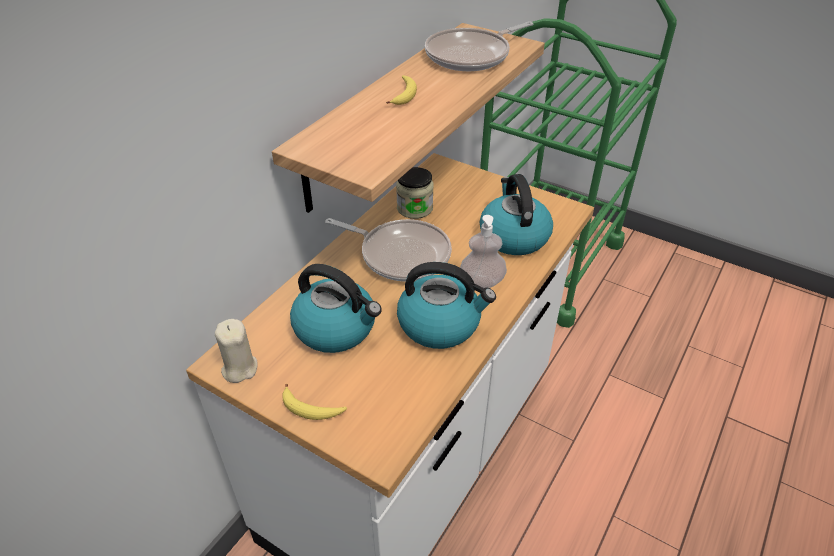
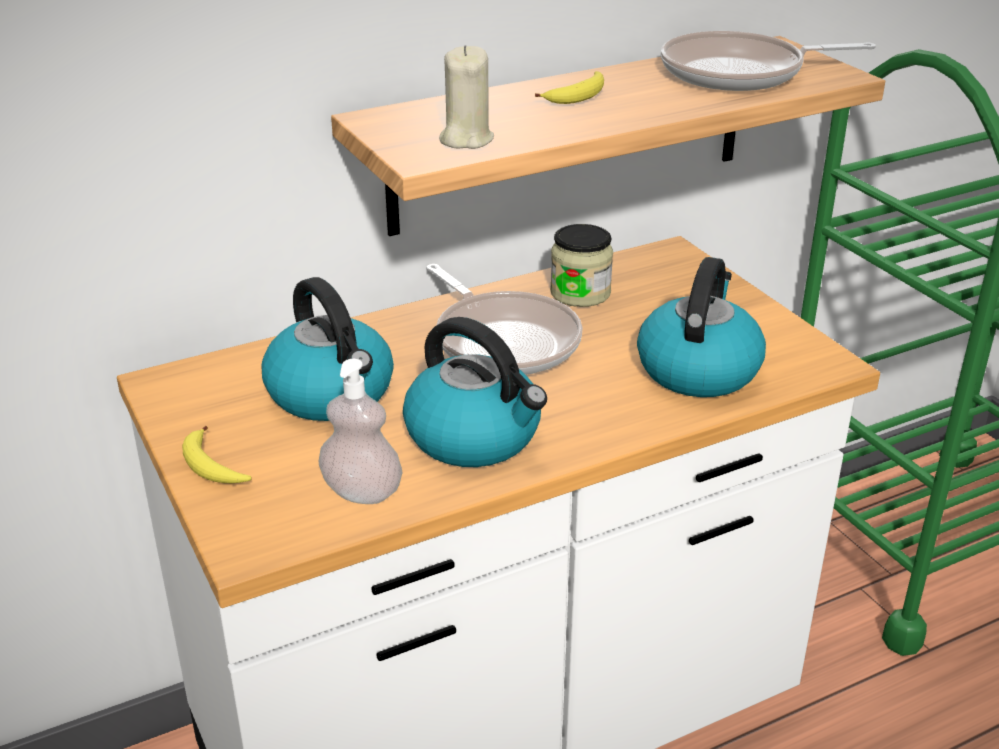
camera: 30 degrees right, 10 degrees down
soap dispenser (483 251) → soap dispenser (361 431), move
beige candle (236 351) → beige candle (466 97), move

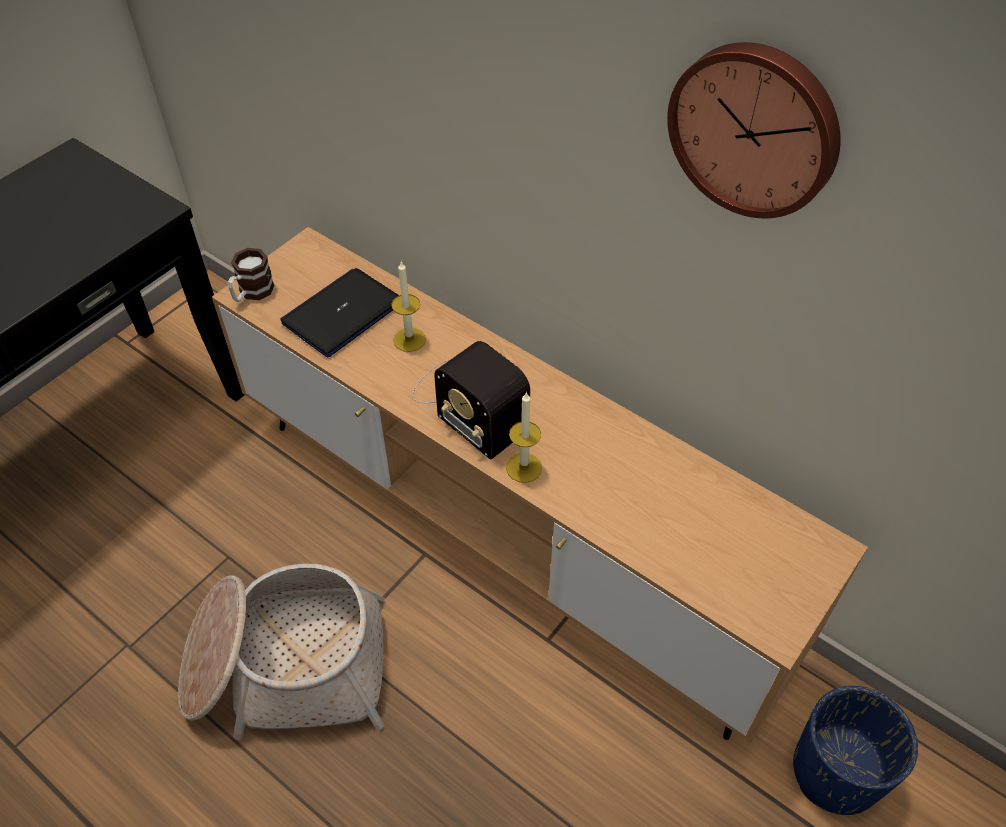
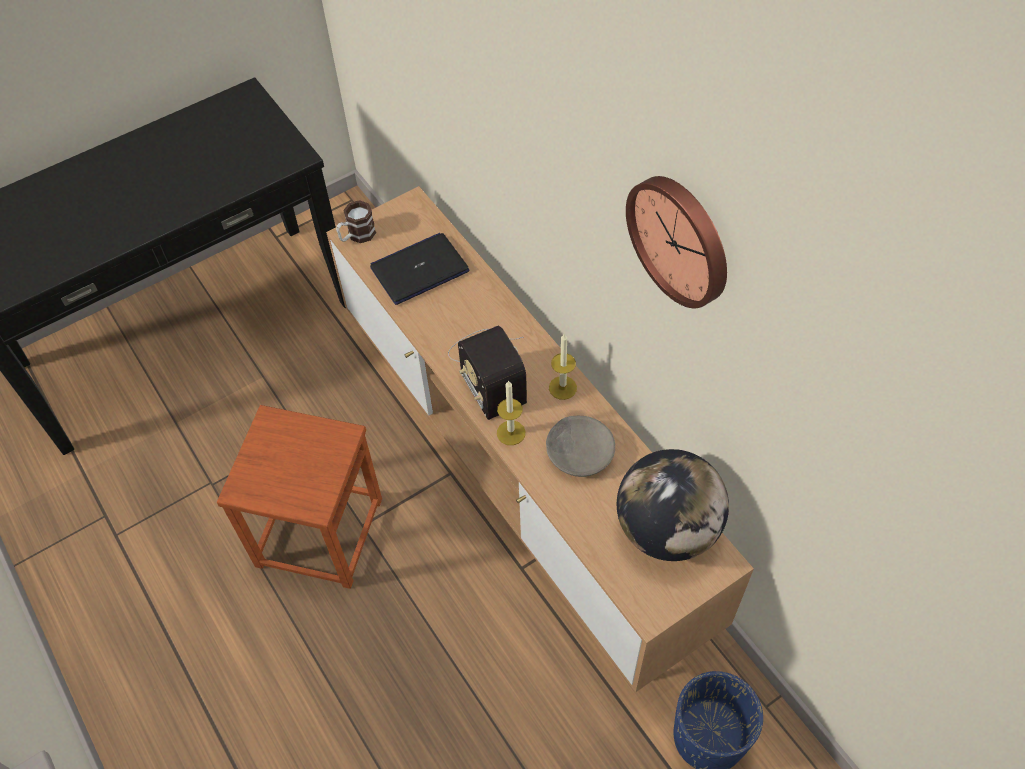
camera: 20 degrees right, 5 degrees up
candle (408 307) → candle (563 366), move
basket (281 652) → brown stool (299 497)
- → grey bowl (580 446)
- → globe (673 505)

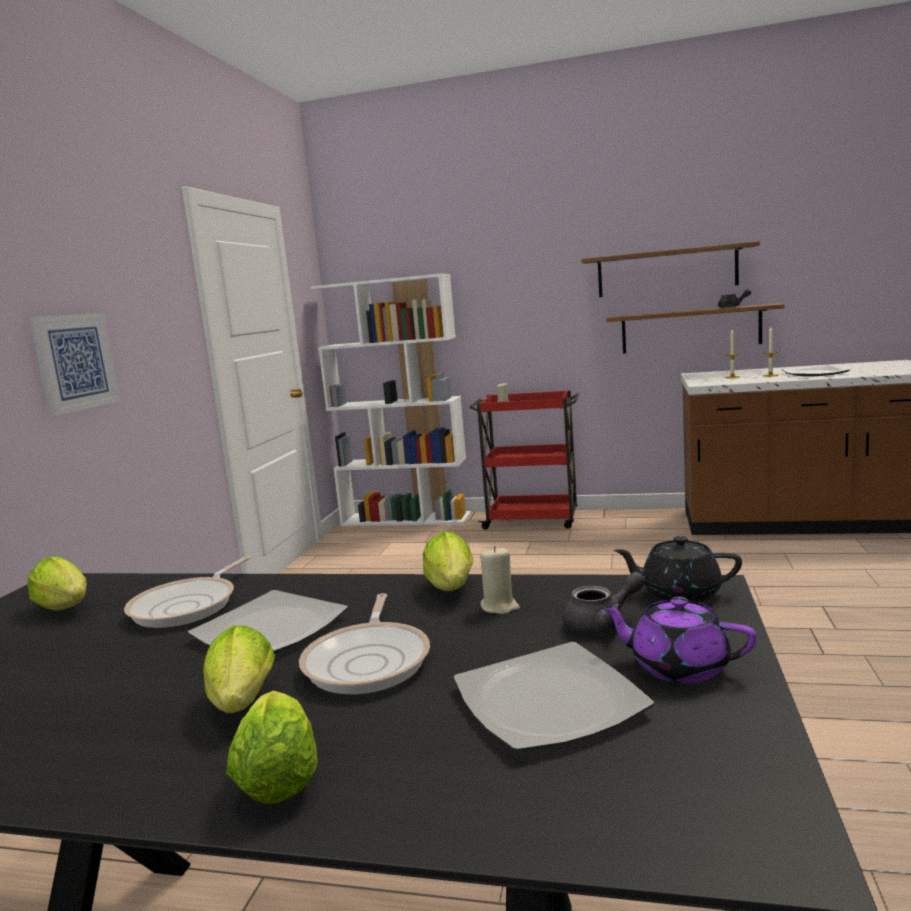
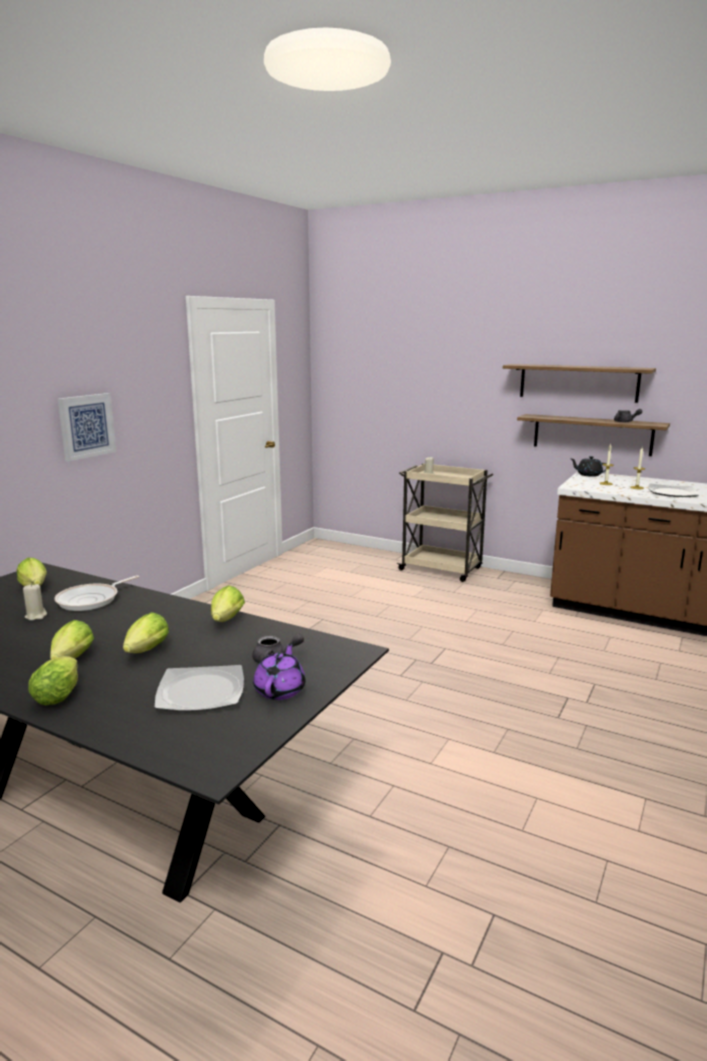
camera: 15 degrees right, 5 degrees up
white bookcase (391 400) → -
red cart (524 460) → beige cart (444 522)
black teapot (678 569) → black teapot (588 466), move
beige candle (500 580) → beige candle (35 601), move
plate (268 622) → -
frying pan (364 643) → lettuce (146 632)
purple teapot (678 640) → purple teapot (279 671), 60 degrees clockwise

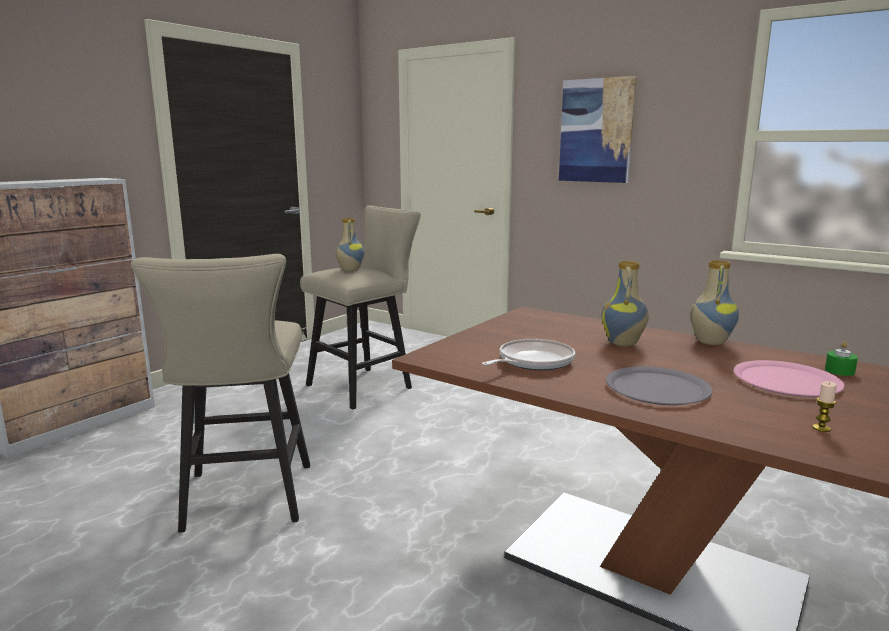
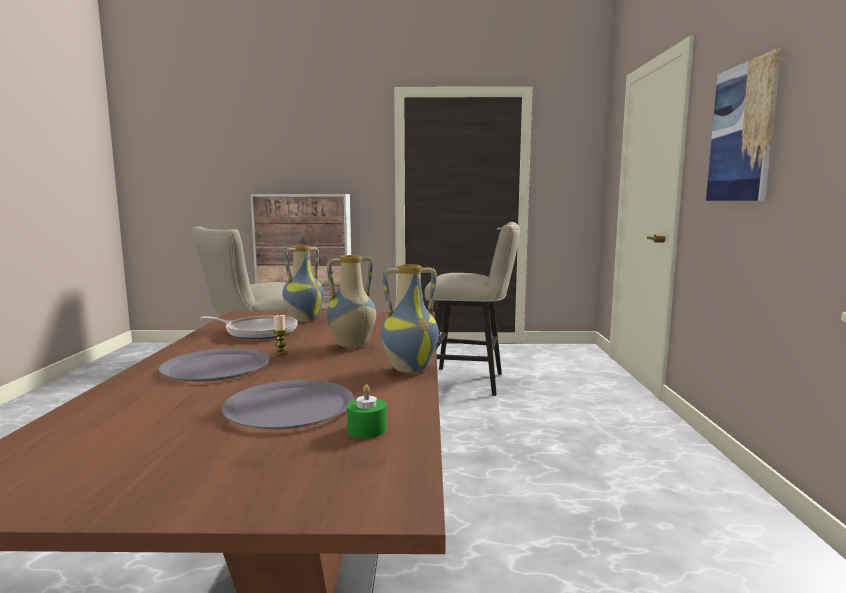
camera: 55 degrees right, 5 degrees down
vase (350 244) → vase (303 283), move
pink plate (789 378) → grey plate (287 404)
candle (824 406) → candle (280 335), move

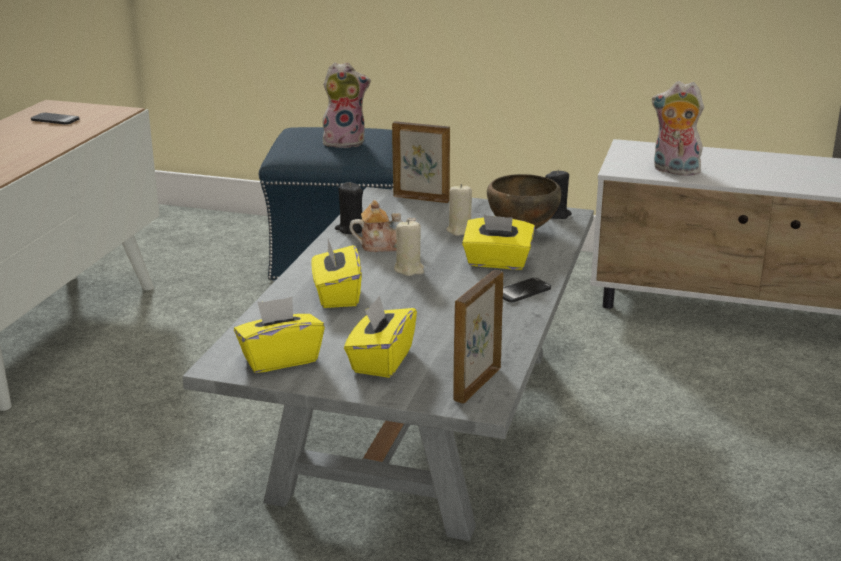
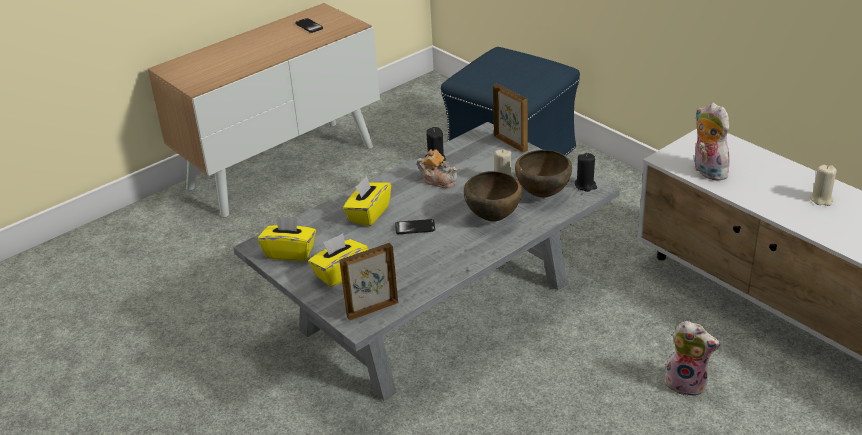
camera: 35 degrees right, 10 degrees up
plush toy (346 105) → plush toy (692 359), move
yellow tissue box (498 242) → brown bowl (493 196)
beige candle (409 248) → beige candle (823 185), move
phone (527 290) → phone (415 226), move

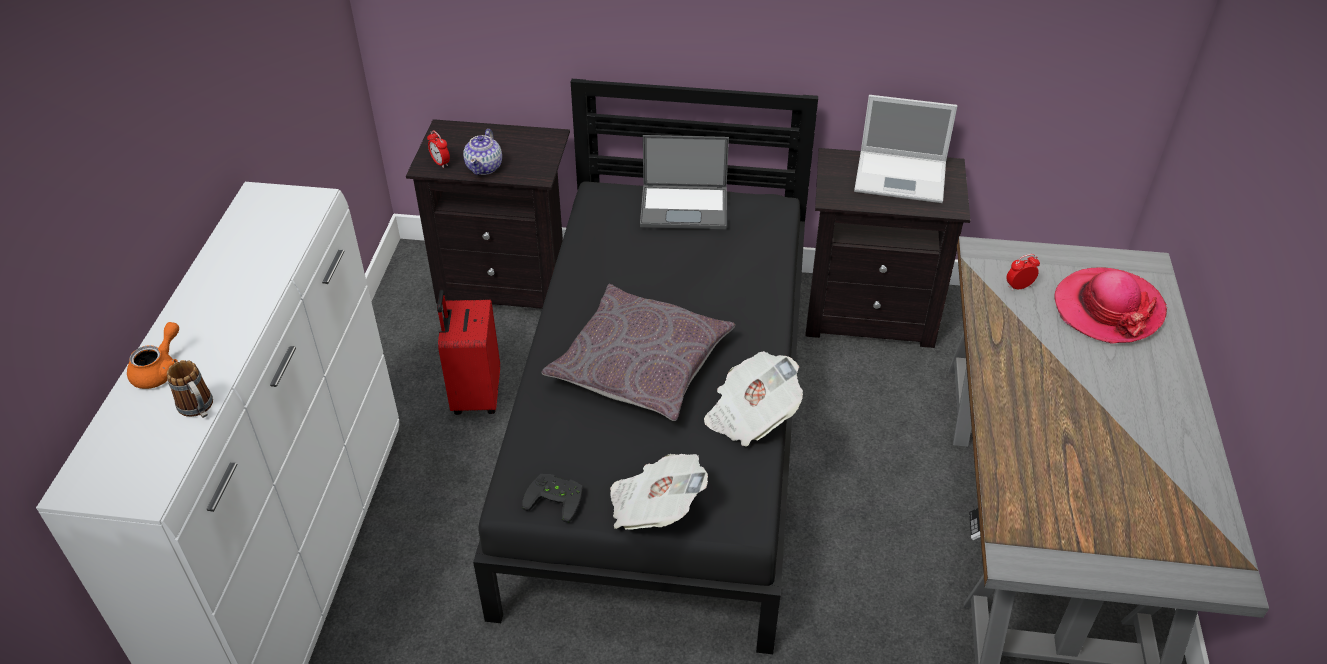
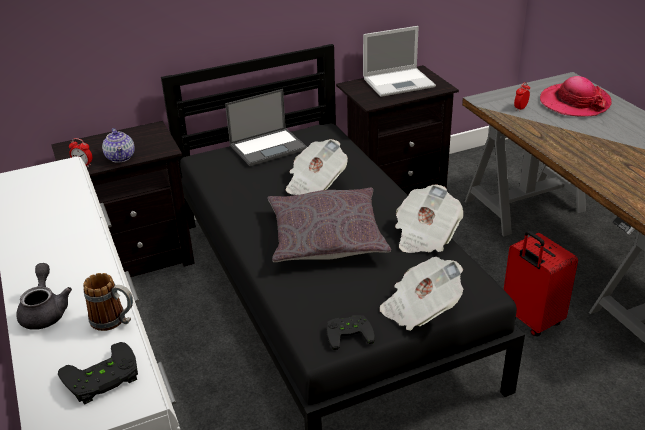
camera: 30 degrees left, 10 degrees down
red suitcase (468 352) → red suitcase (541 283), move
orange teapot (153 355) → grey teapot (44 296)
- → newspaper (317 167)
- → black game controller (98 373)

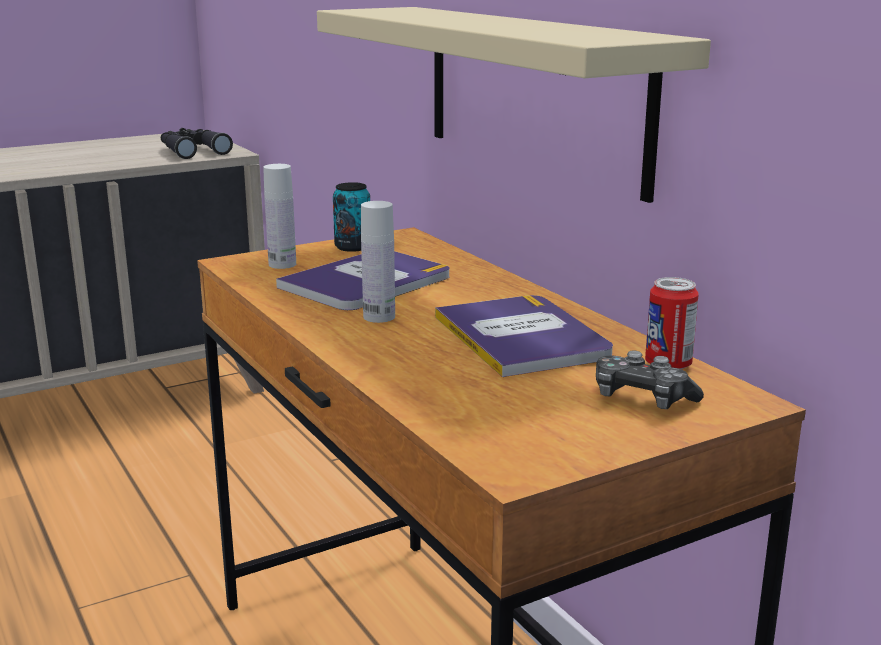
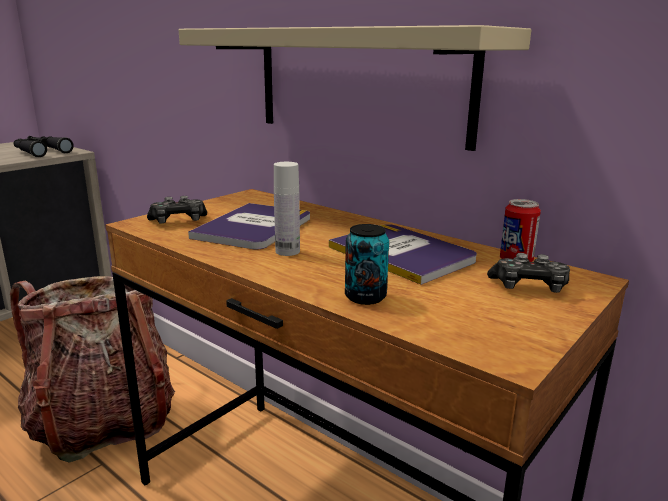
camera: 20 degrees left, 0 degrees up
white bottle (279 216) → game controller (177 209)
can (351 217) → can (367 264), move
- → backpack (92 369)

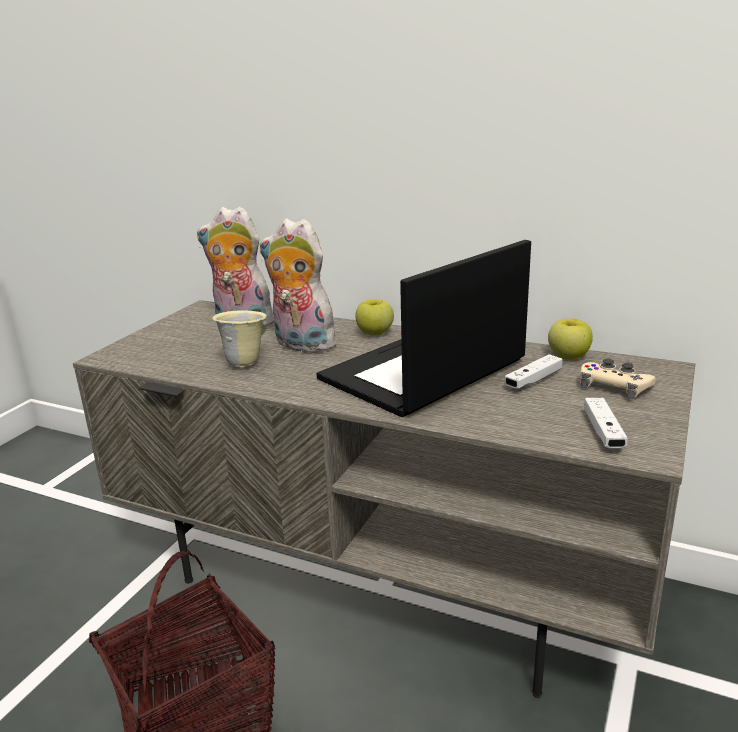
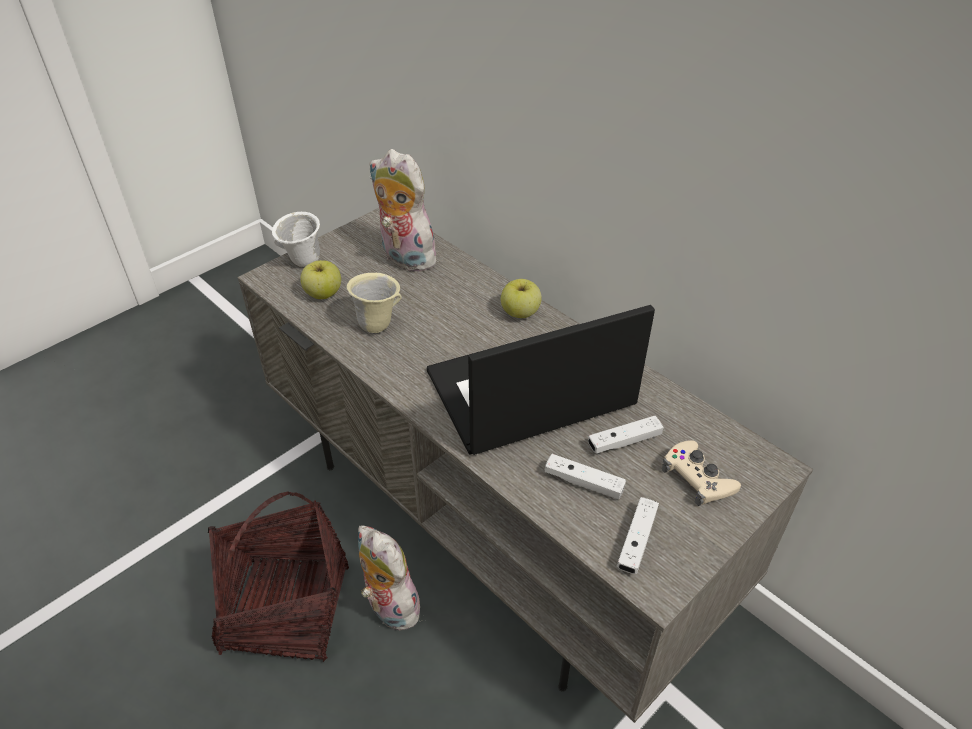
camera: 20 degrees right, 20 degrees up
plush toy (302 286) → plush toy (390 578), move
apple (570 338) → apple (320 279), move
- → white mug (296 239)
- → white game controller (585 477)

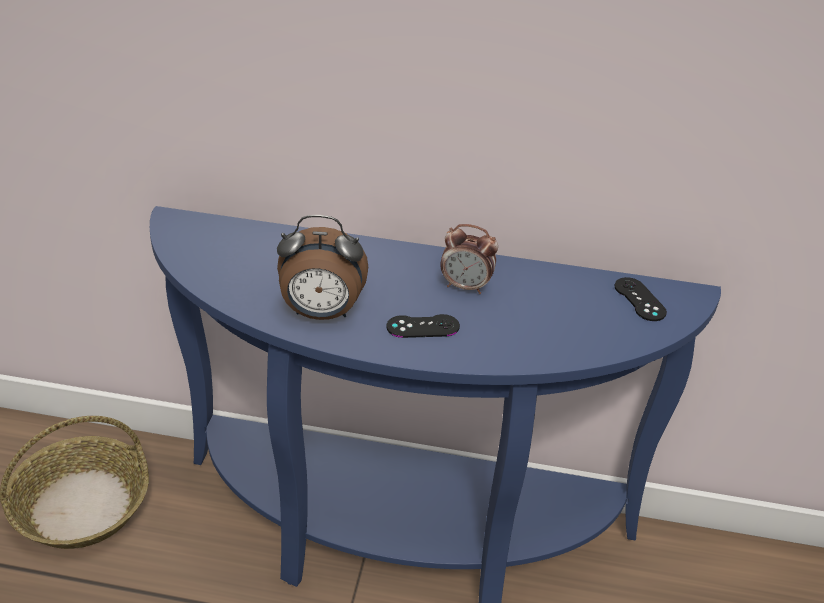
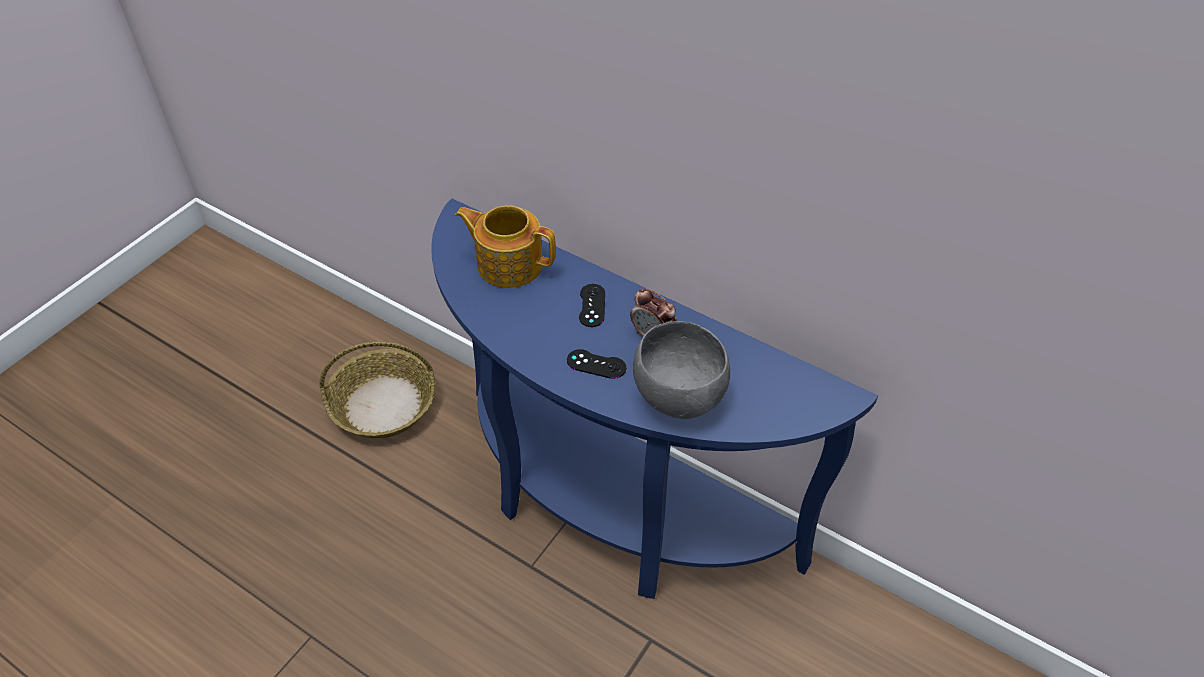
camera: 25 degrees right, 10 degrees up
alarm clock (322 267) → -
black game controller (640 299) → black game controller (592 305), move
- → teapot (505 246)
- → grey bowl (681 370)

